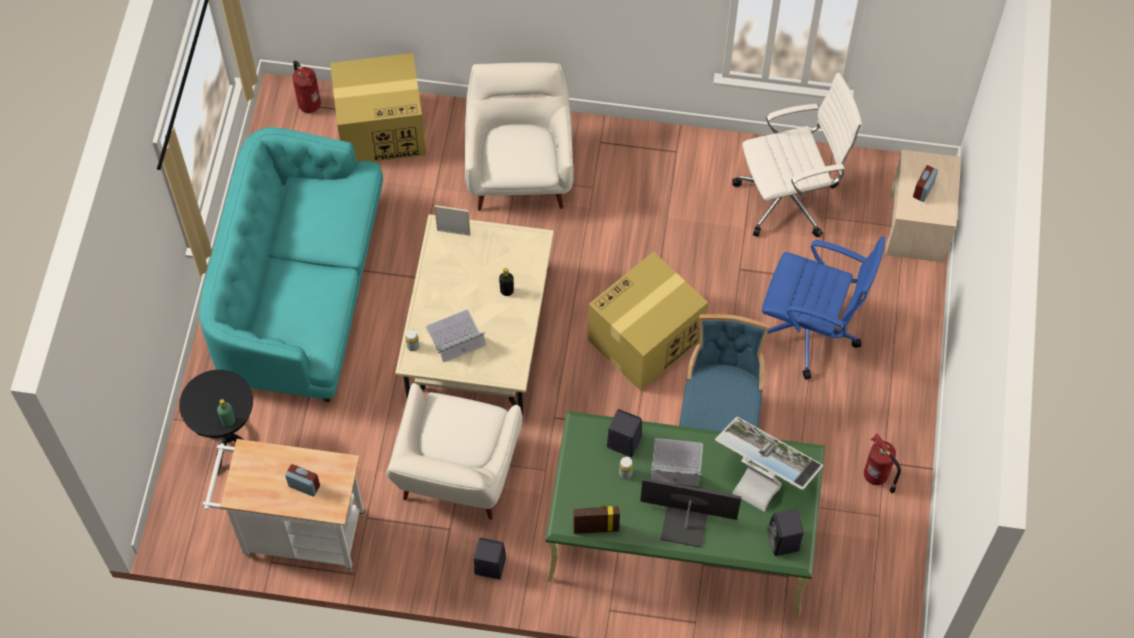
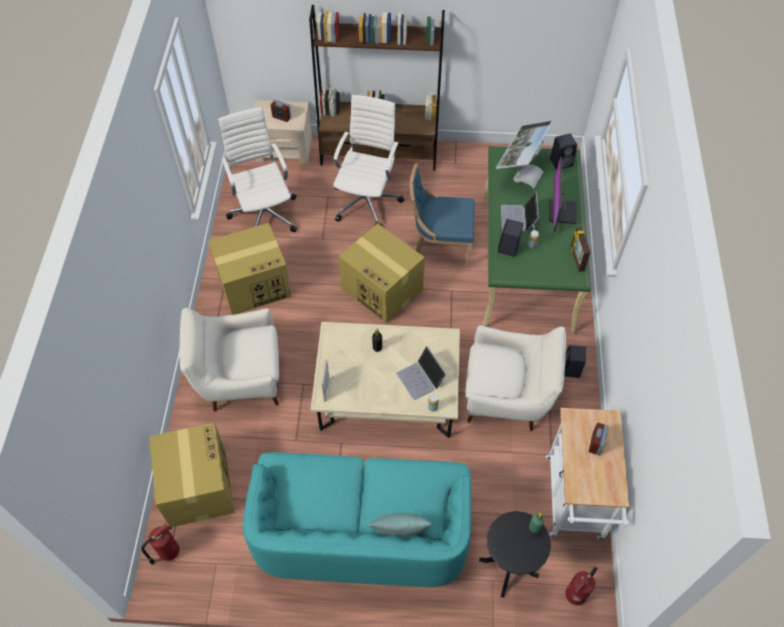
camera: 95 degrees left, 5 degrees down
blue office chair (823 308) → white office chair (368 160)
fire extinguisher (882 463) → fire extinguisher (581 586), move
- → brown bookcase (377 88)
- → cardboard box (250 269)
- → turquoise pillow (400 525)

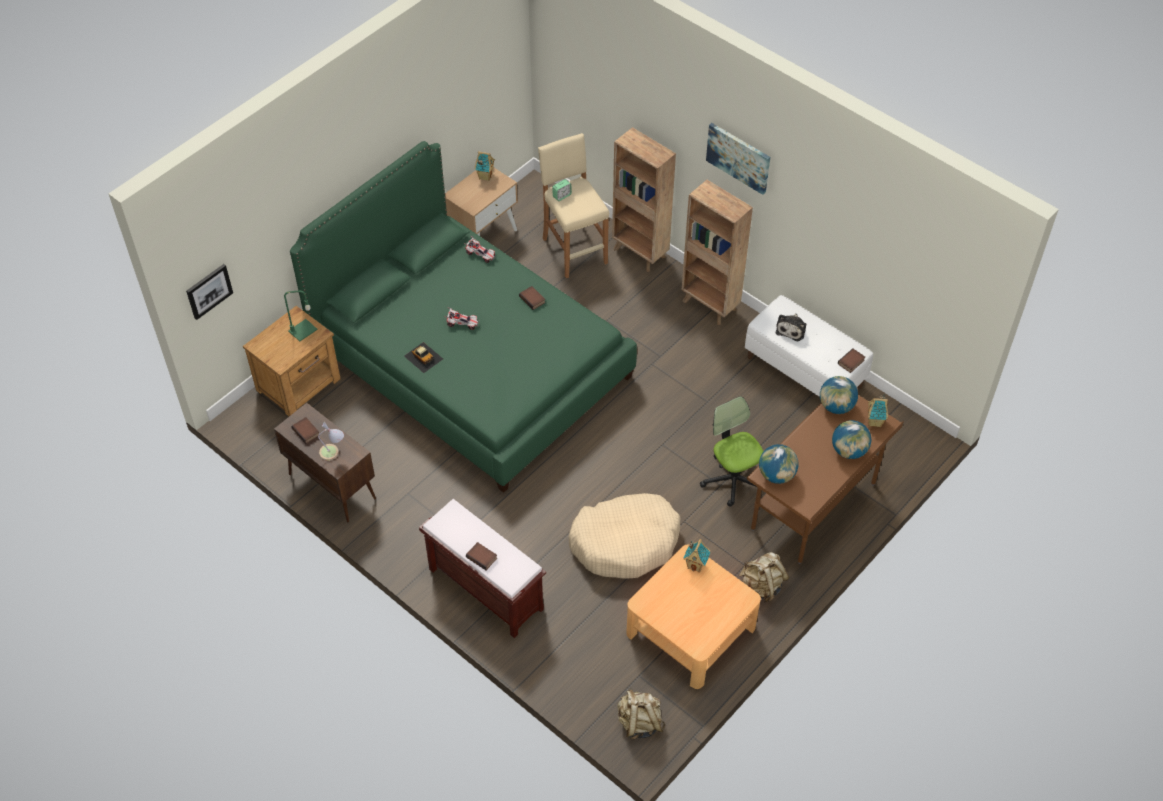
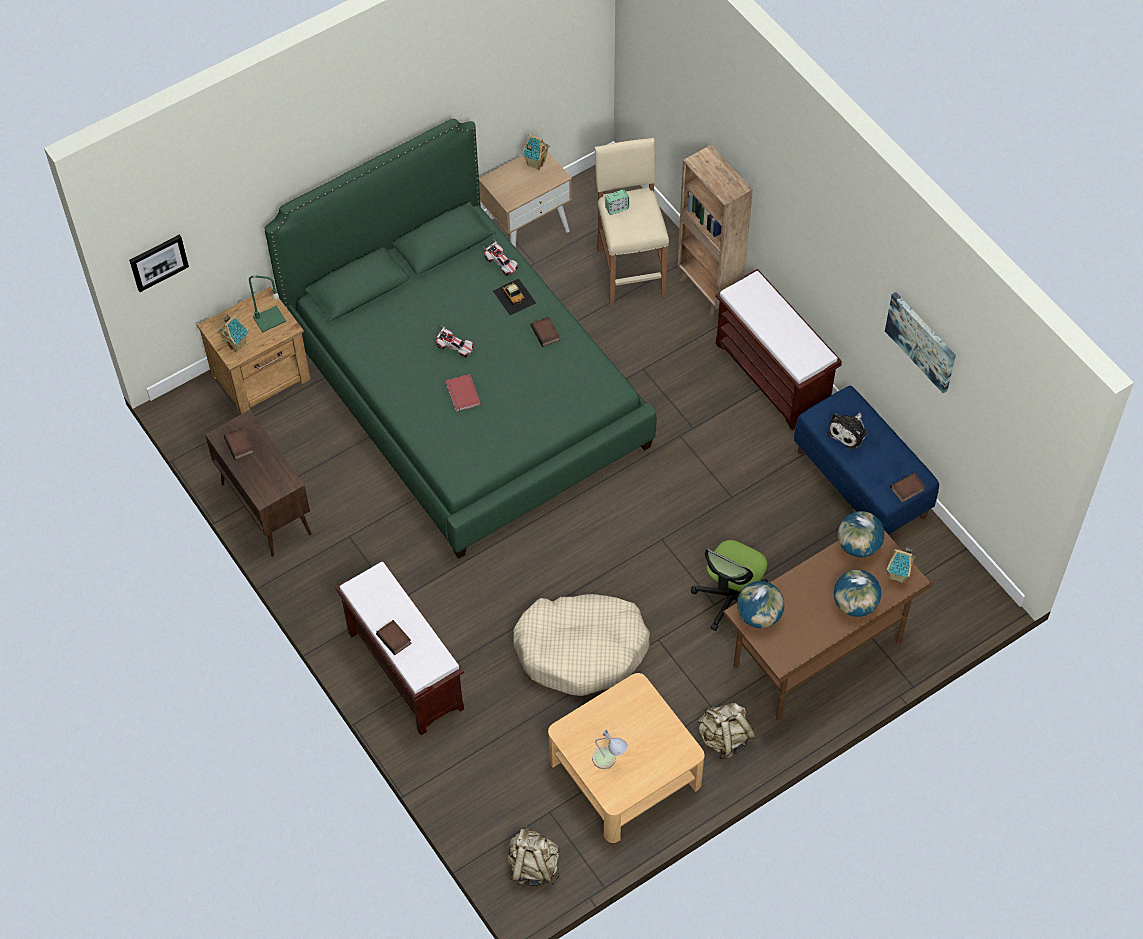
camera: 15 degrees right, 5 degrees up
picture (738 159) → picture (920 342), move
brown bookcase (717 252) → brown bench (778 349)
white bench (809 346) → blue bench (866 460)
toy car (423 357) → toy car (514 296), move
office chair (732 451) → office chair (729 585), 135 degrees counterclockwise
table lamp (331 441) → table lamp (609 749), move
toy house (697 556) → toy house (233 333), move
- → red book (463 393)

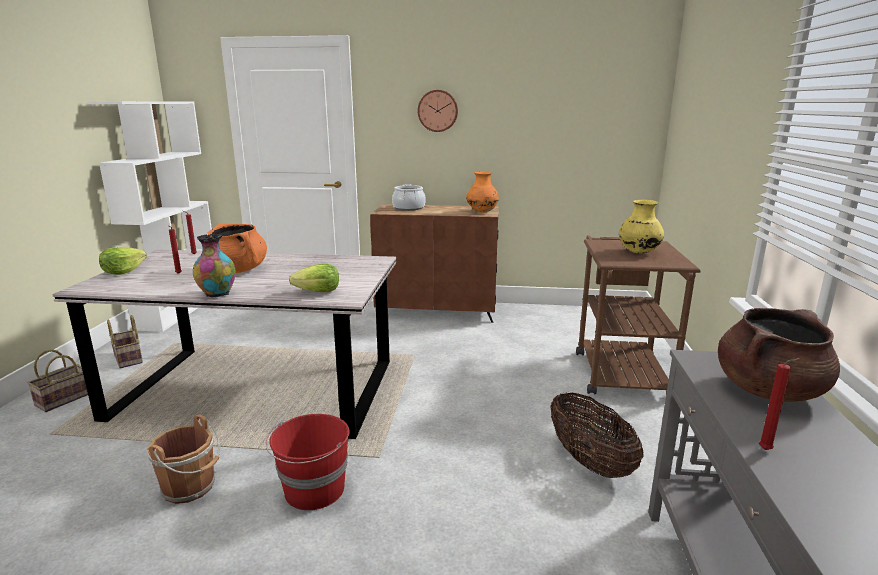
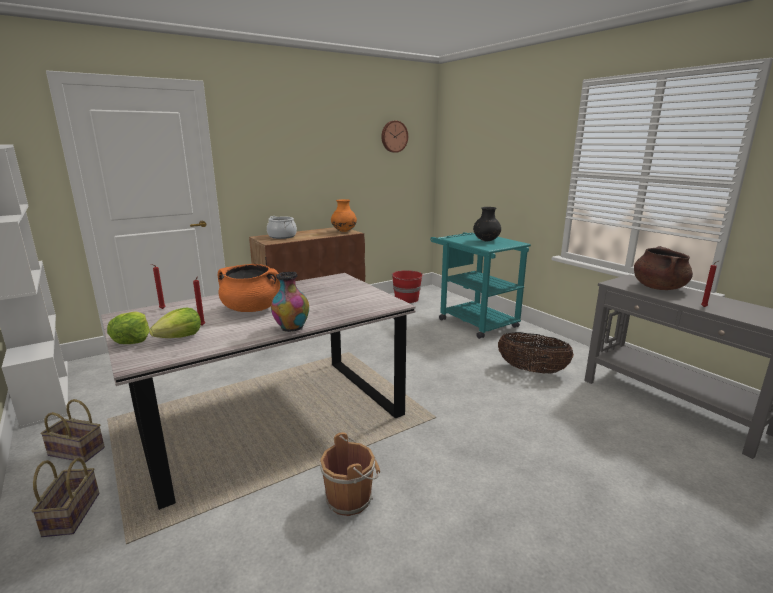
camera: 40 degrees left, 0 degrees up
wall clock (438 111) → wall clock (394 137), move
yellow vase (641 226) → black vase (487 224)
brown cart (638 315) → turquoise cart (480 285)
lettuce (314 278) → lettuce (175 323), move
red bucket (308 462) → red bucket (407 286), move

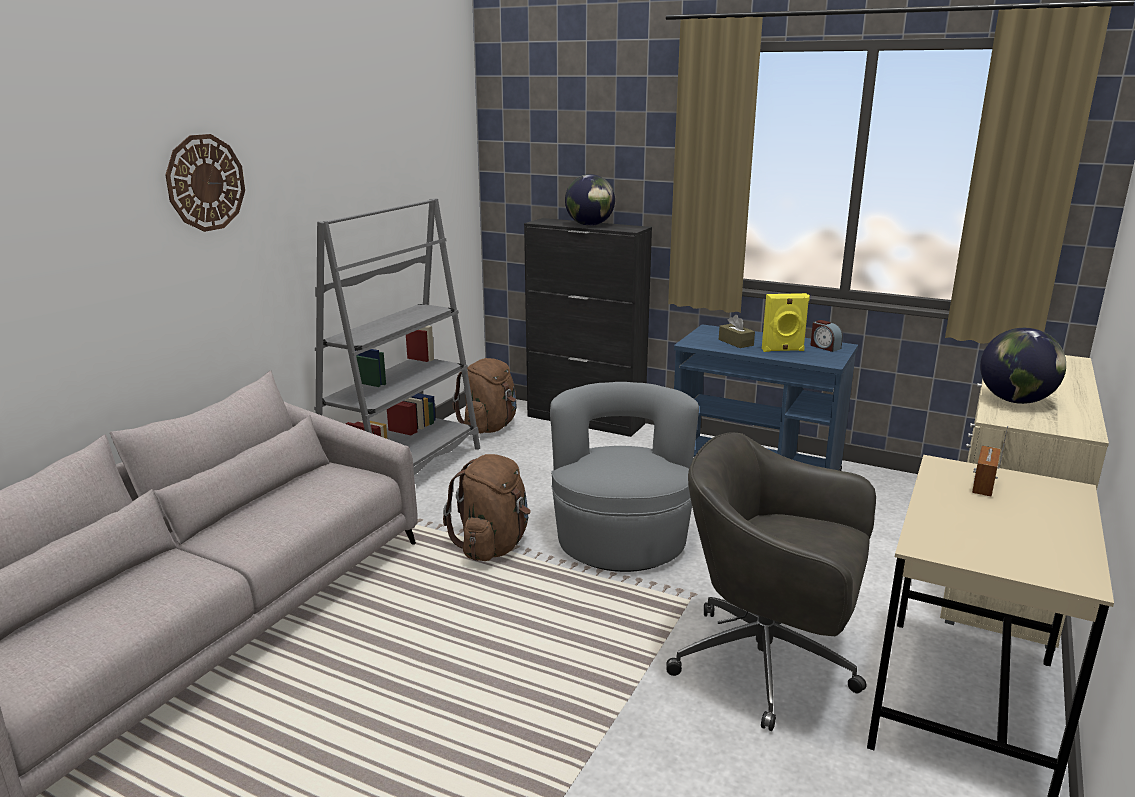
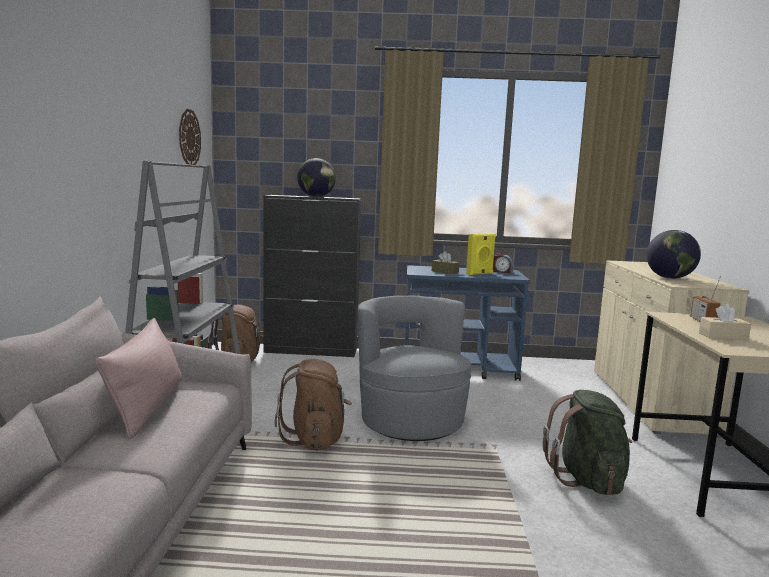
camera: 25 degrees left, 10 degrees down
wall clock (205 183) → wall clock (190 137), move
grey office chair (771 581) → green backpack (587 442)
- → beige tissue box (725 322)
- → pink pillow (138 379)

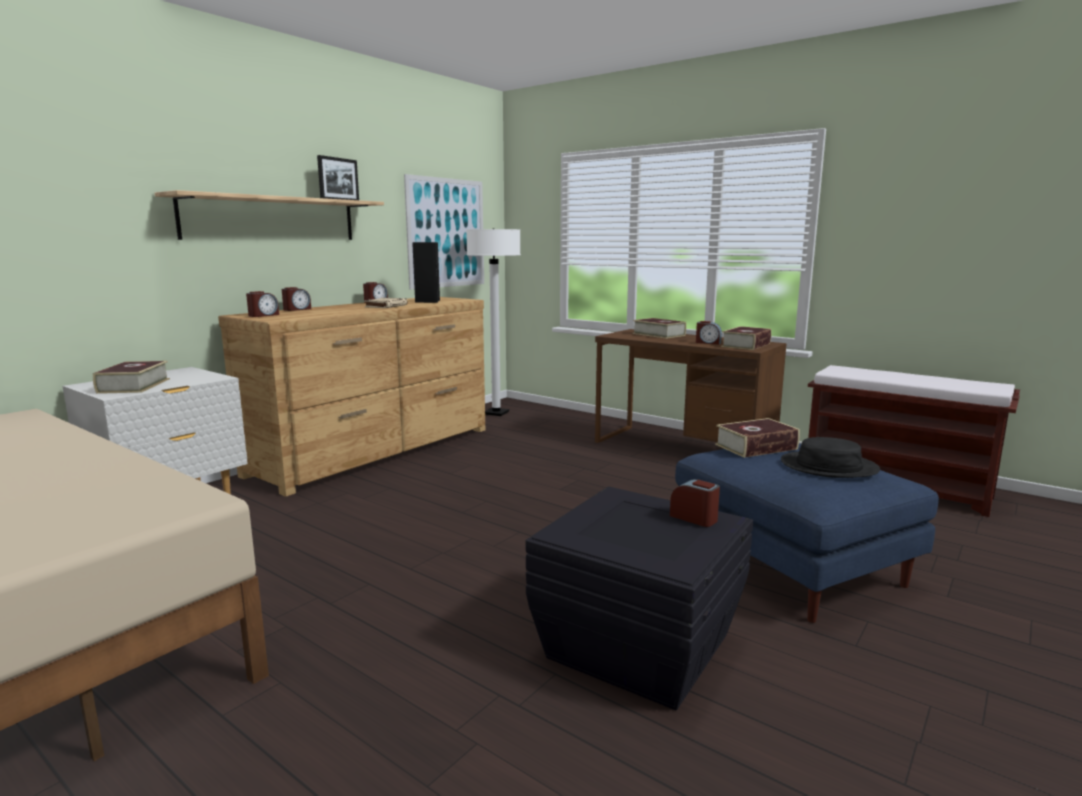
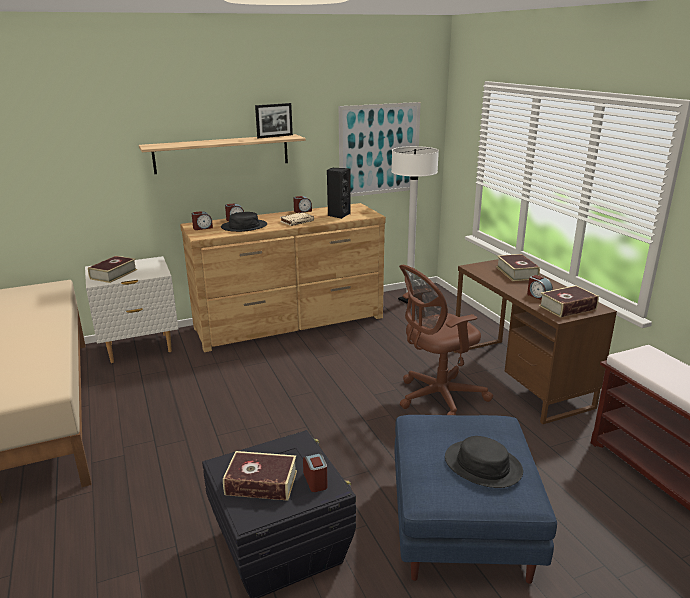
camera: 30 degrees right, 10 degrees up
book (757 438) → book (260 476), move
- → black hat (244 222)
- → brown office chair (446 340)

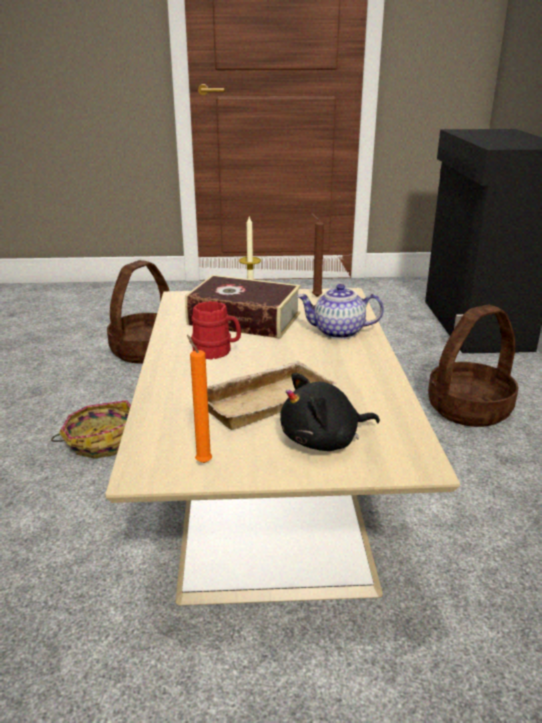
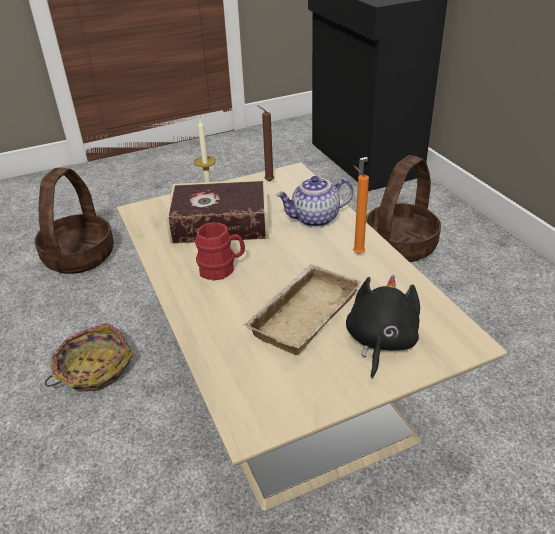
camera: 20 degrees left, 10 degrees up
orange candle (199 399) → orange candle (361 210), move
black plush toy (330 412) → black plush toy (383 327), 150 degrees clockwise

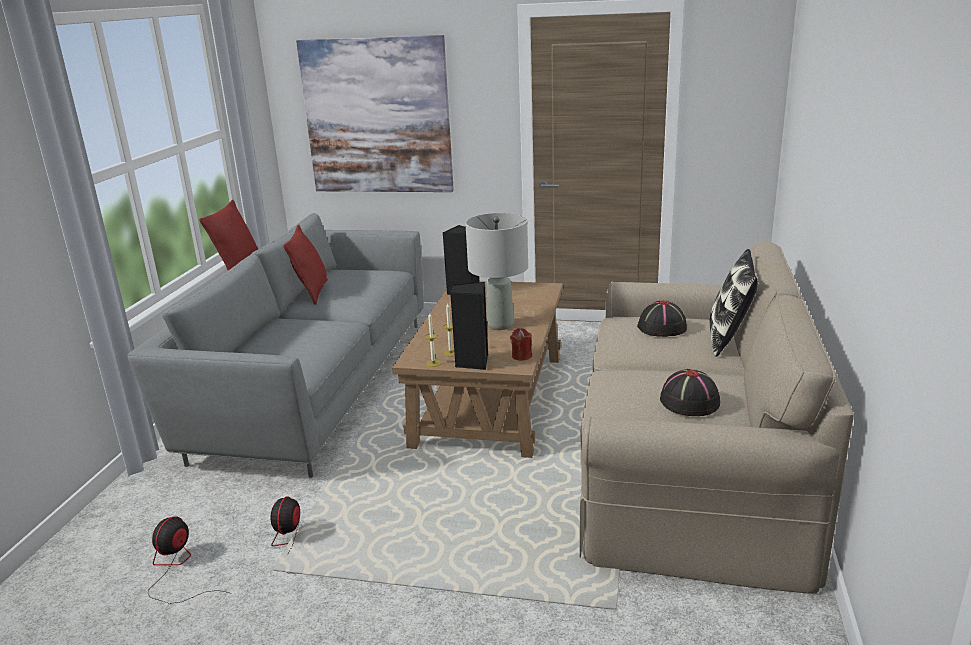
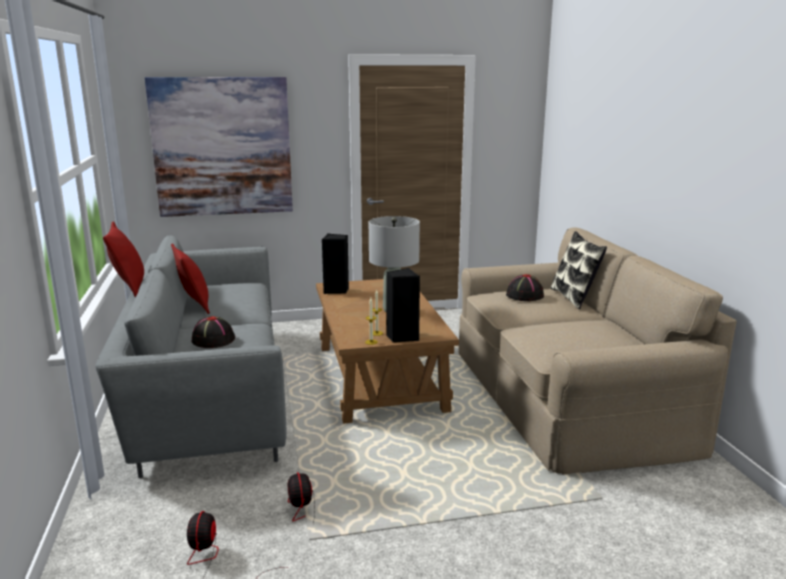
camera: 25 degrees left, 5 degrees down
red candle (521 344) → -
black hat (690 392) → black hat (213 332), move

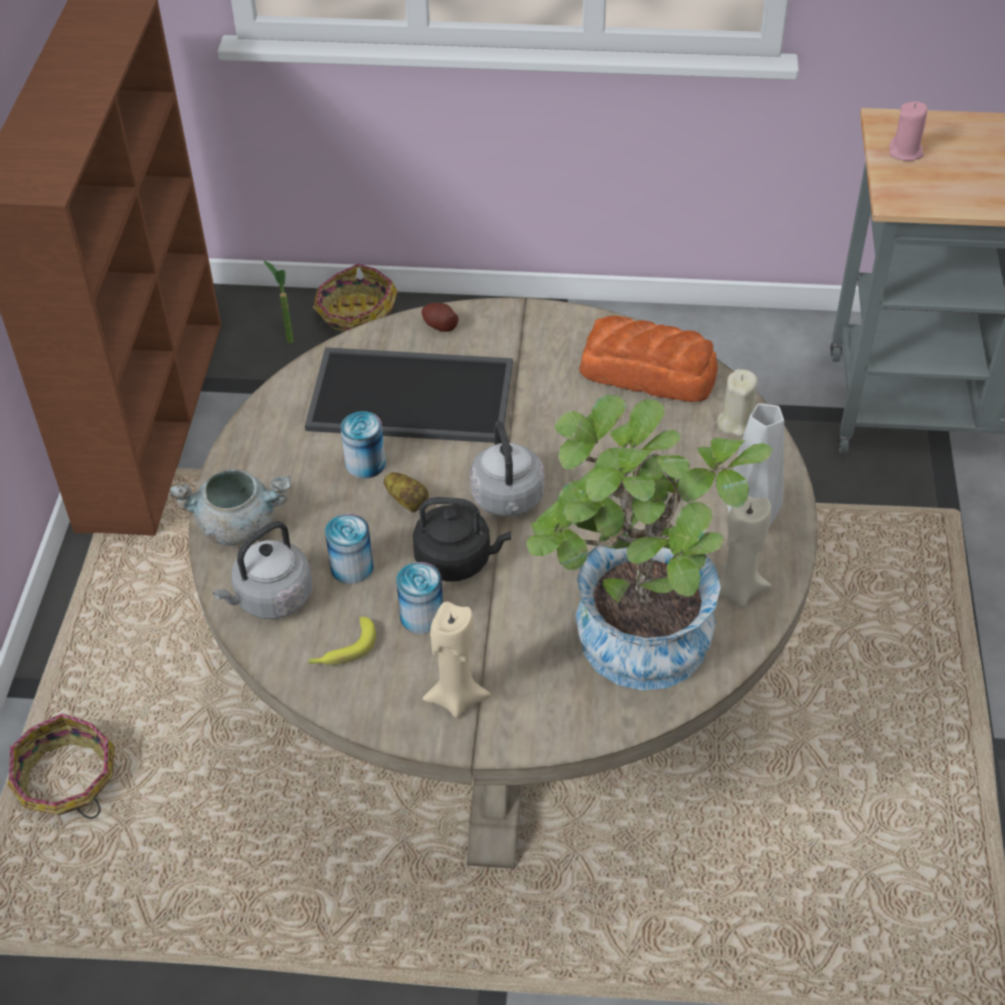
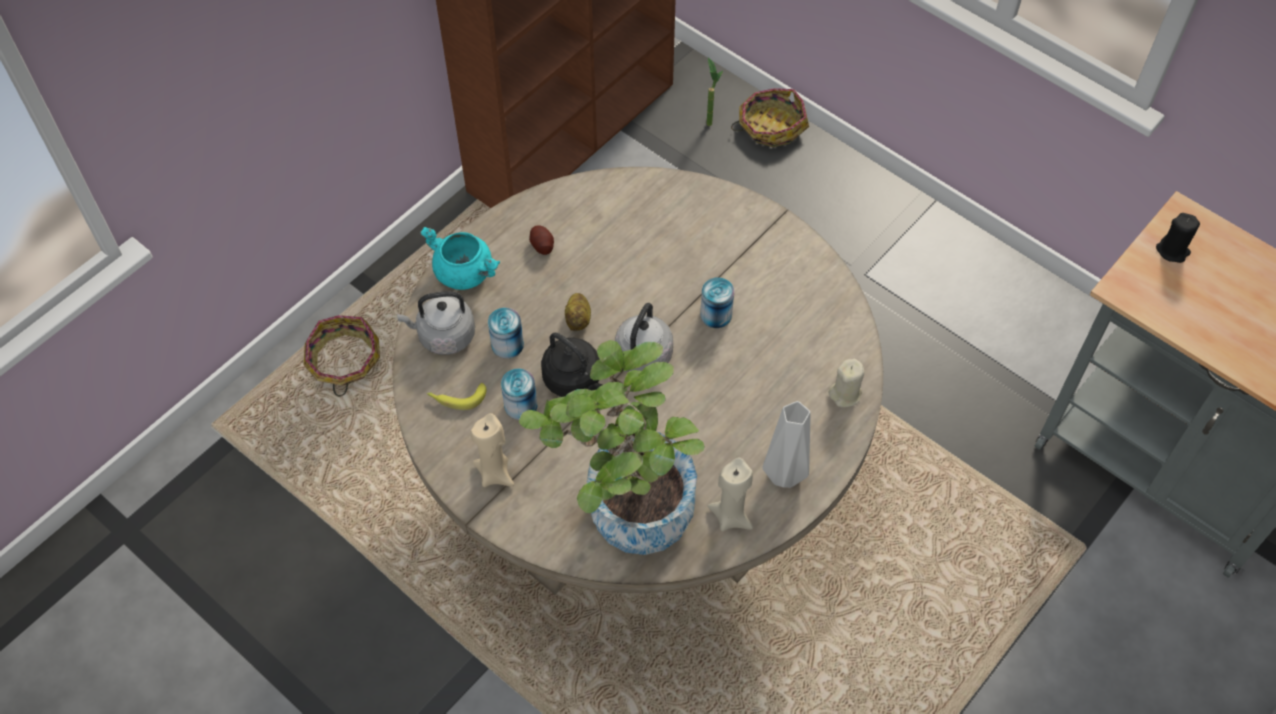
camera: 35 degrees right, 10 degrees up
pink candle (908 131) → black candle (1178 238)
potato (440 317) → potato (541 240), move
bread (648 359) → -
tray (409 395) → -
can (363 445) → can (717 303), move
grey cooking pot (230 507) → turquoise cooking pot (460 258)

